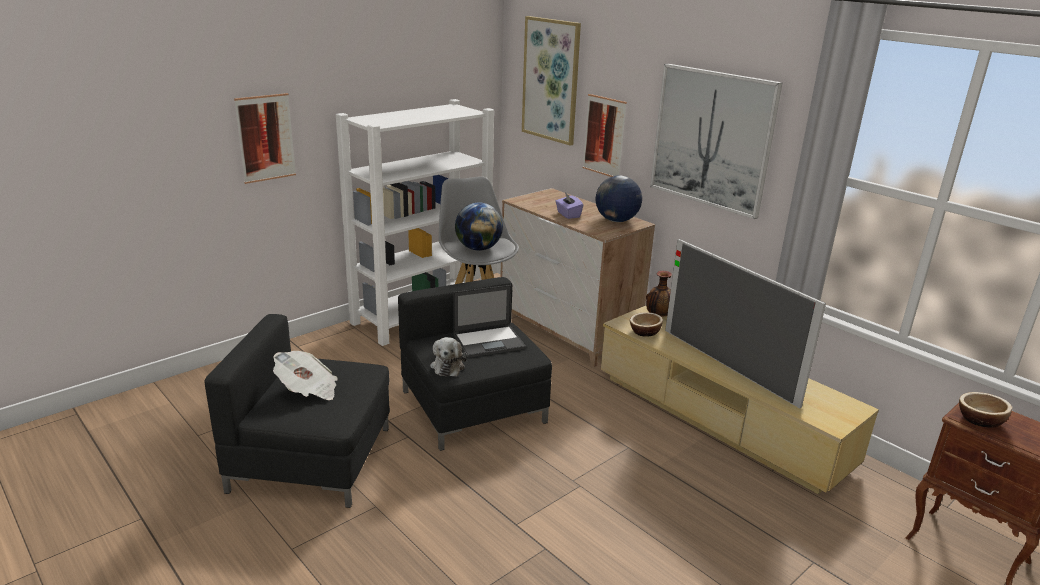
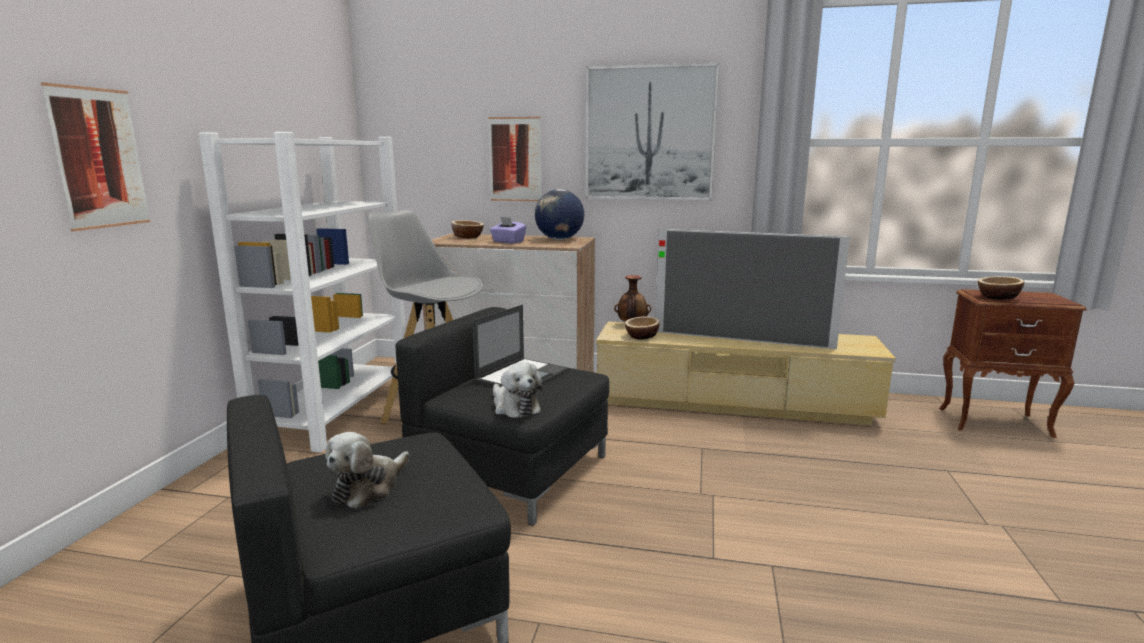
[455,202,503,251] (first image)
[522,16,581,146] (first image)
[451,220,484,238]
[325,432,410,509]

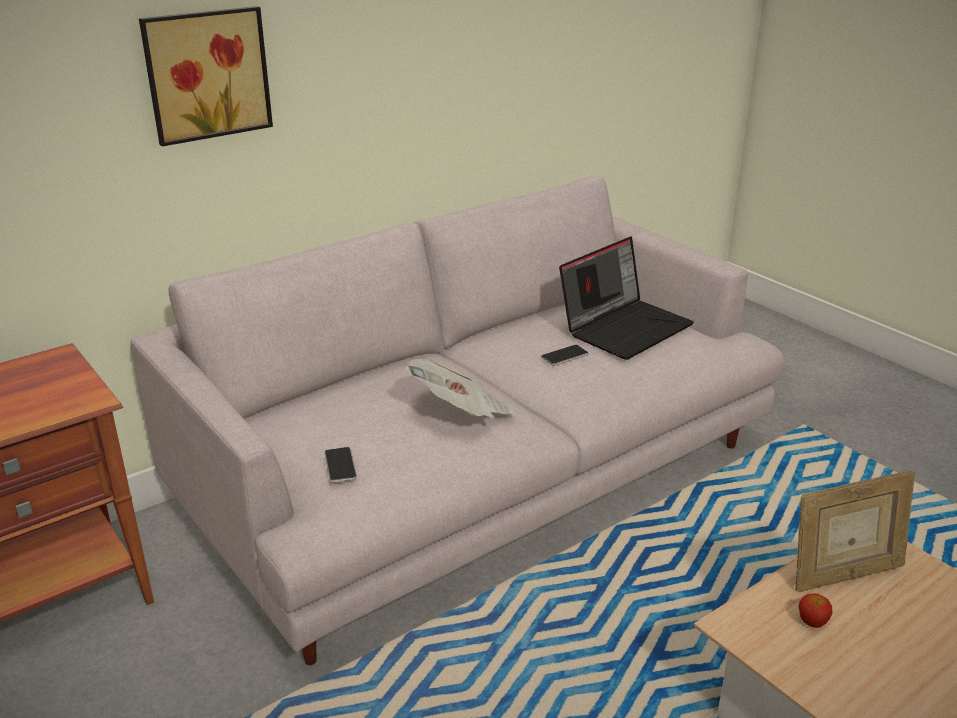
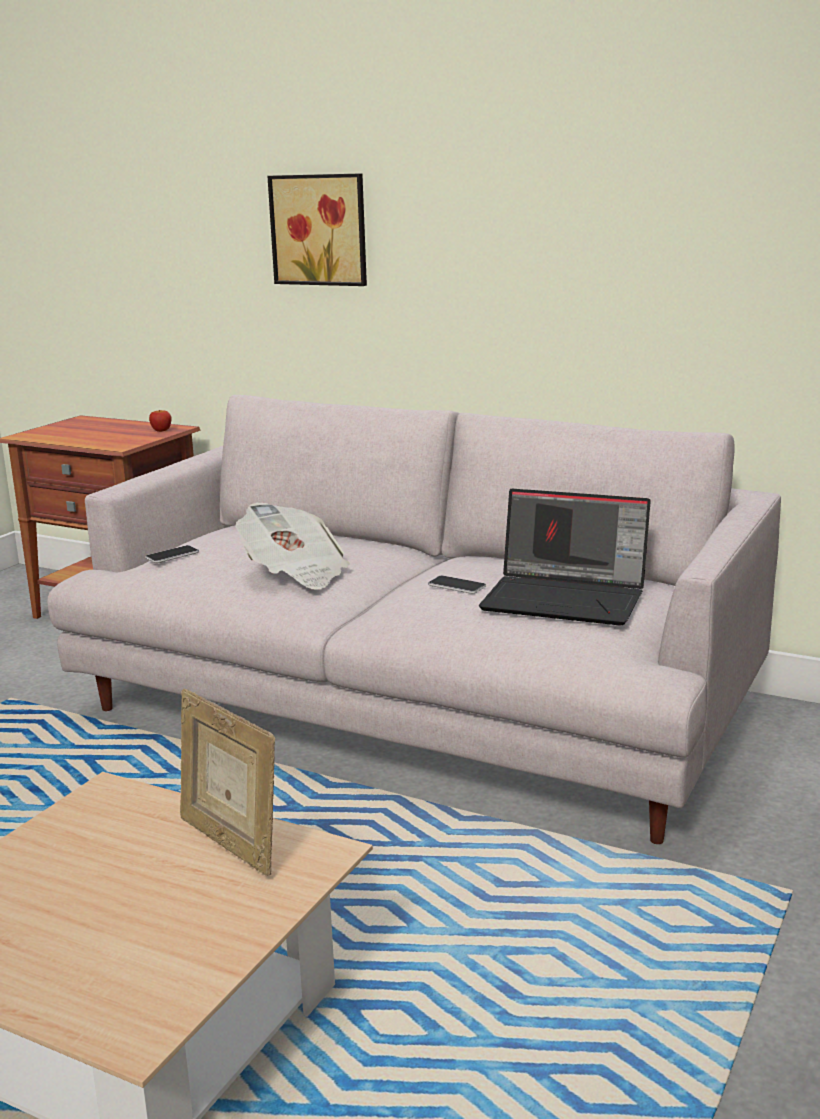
[149,410,172,432]

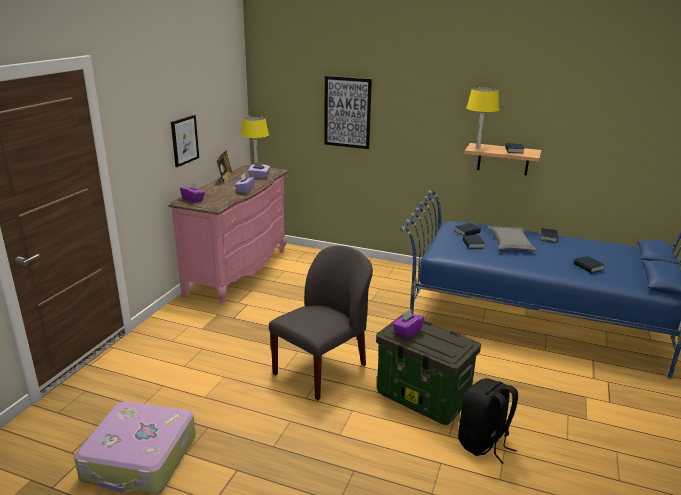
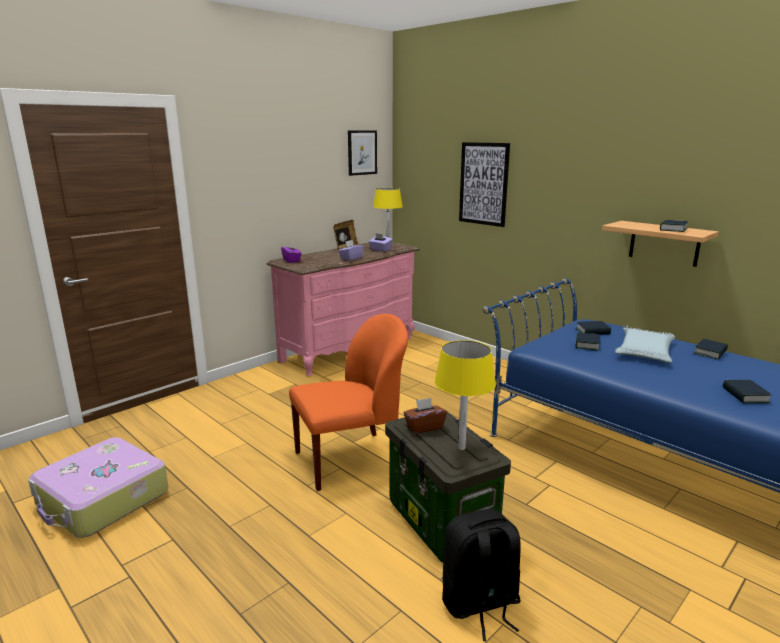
[348,130,377,176]
[434,340,496,450]
[289,314,408,491]
[404,398,447,434]
[615,325,675,363]

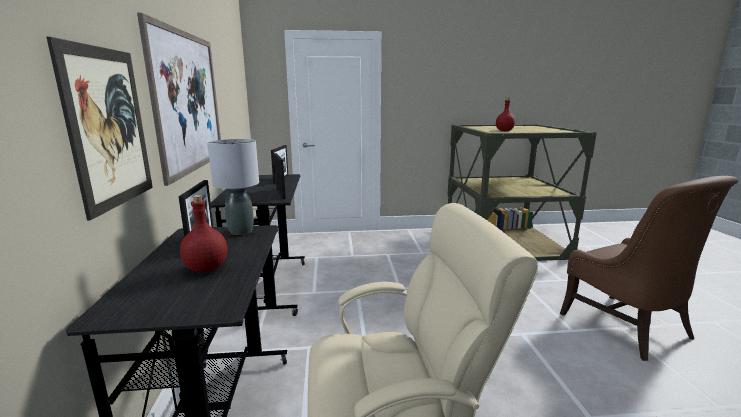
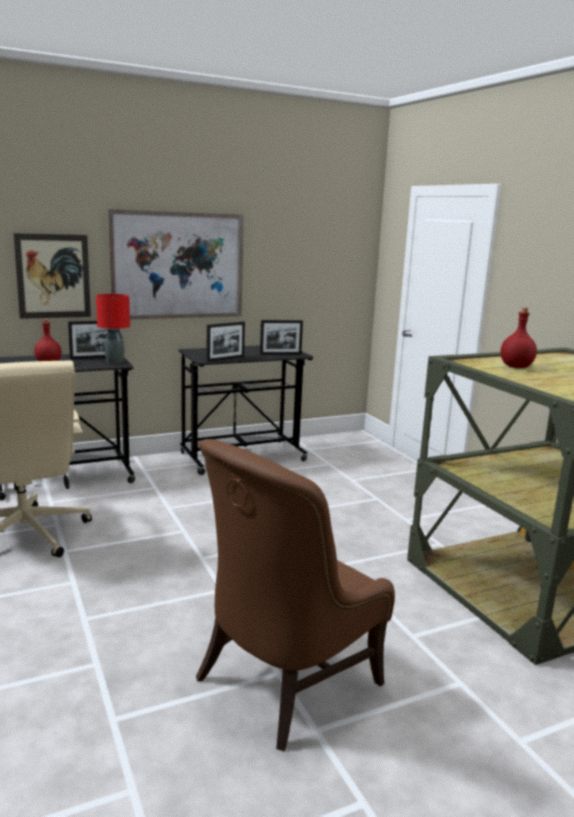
[96,294,130,363]

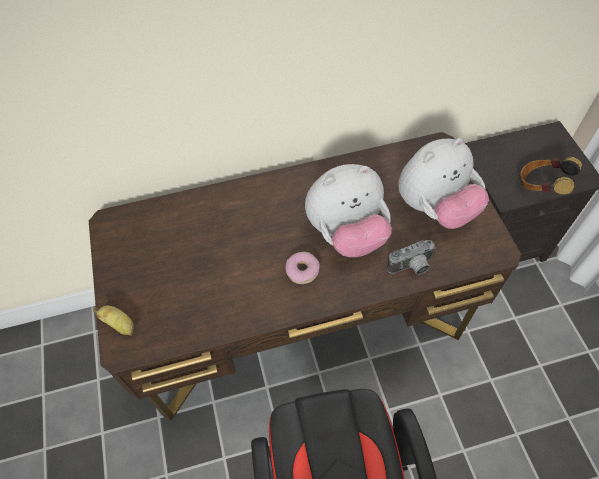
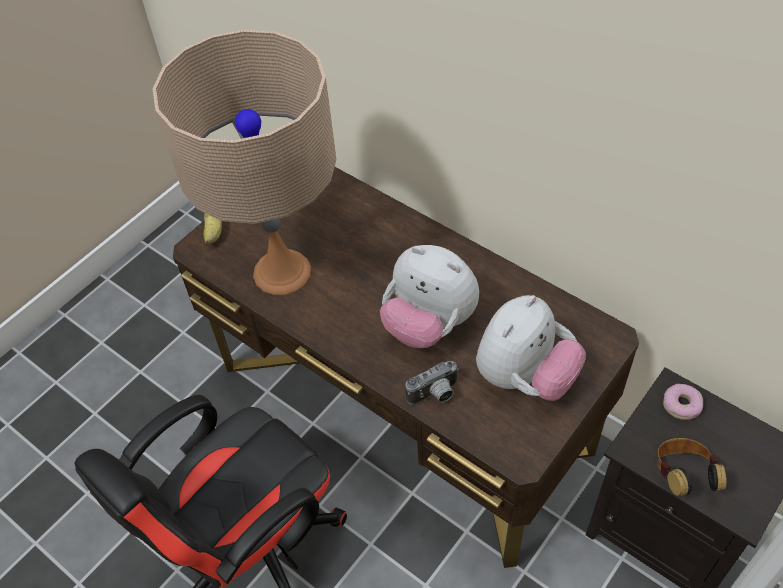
[153,30,336,295]
[663,384,703,420]
[405,361,459,405]
[476,295,586,401]

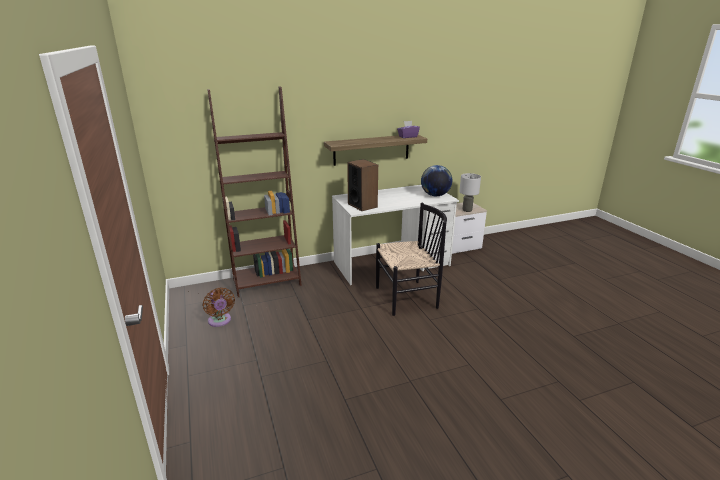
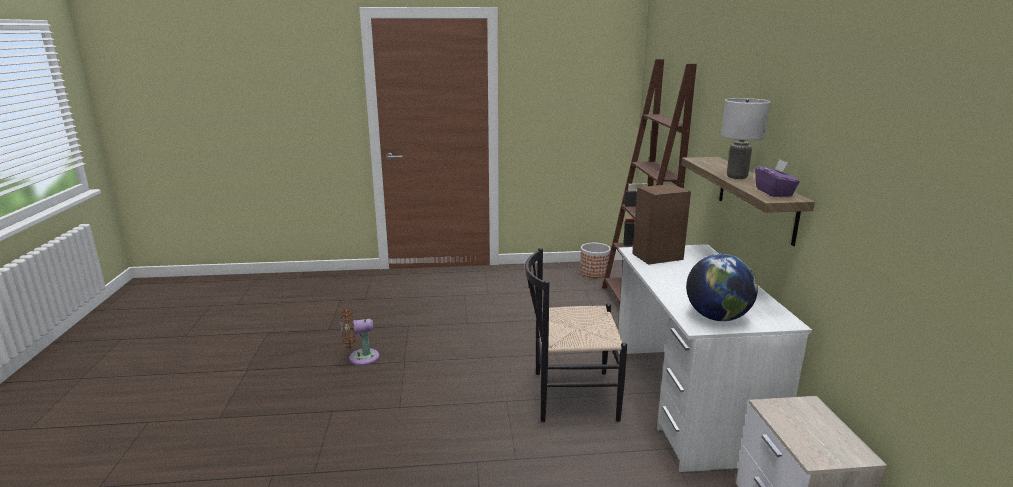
[580,243,611,278]
[340,308,380,366]
[721,98,770,179]
[525,248,627,422]

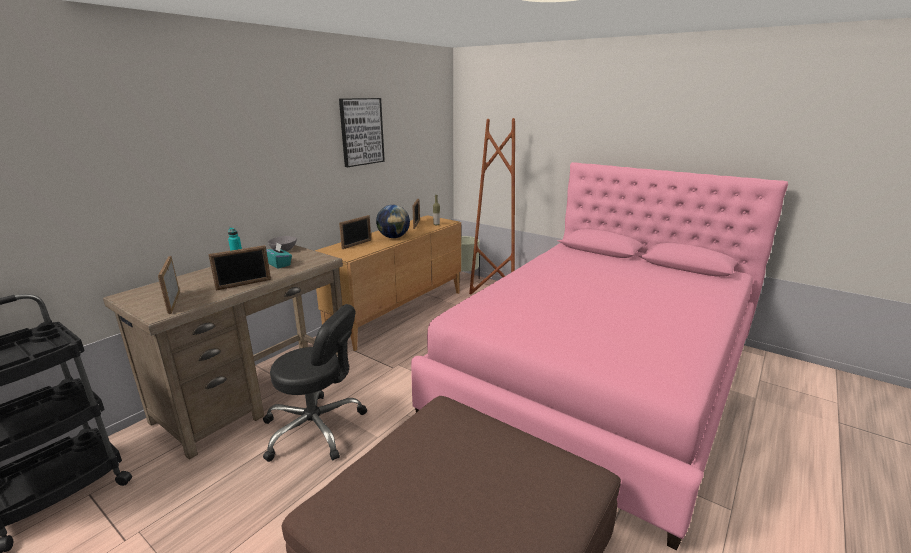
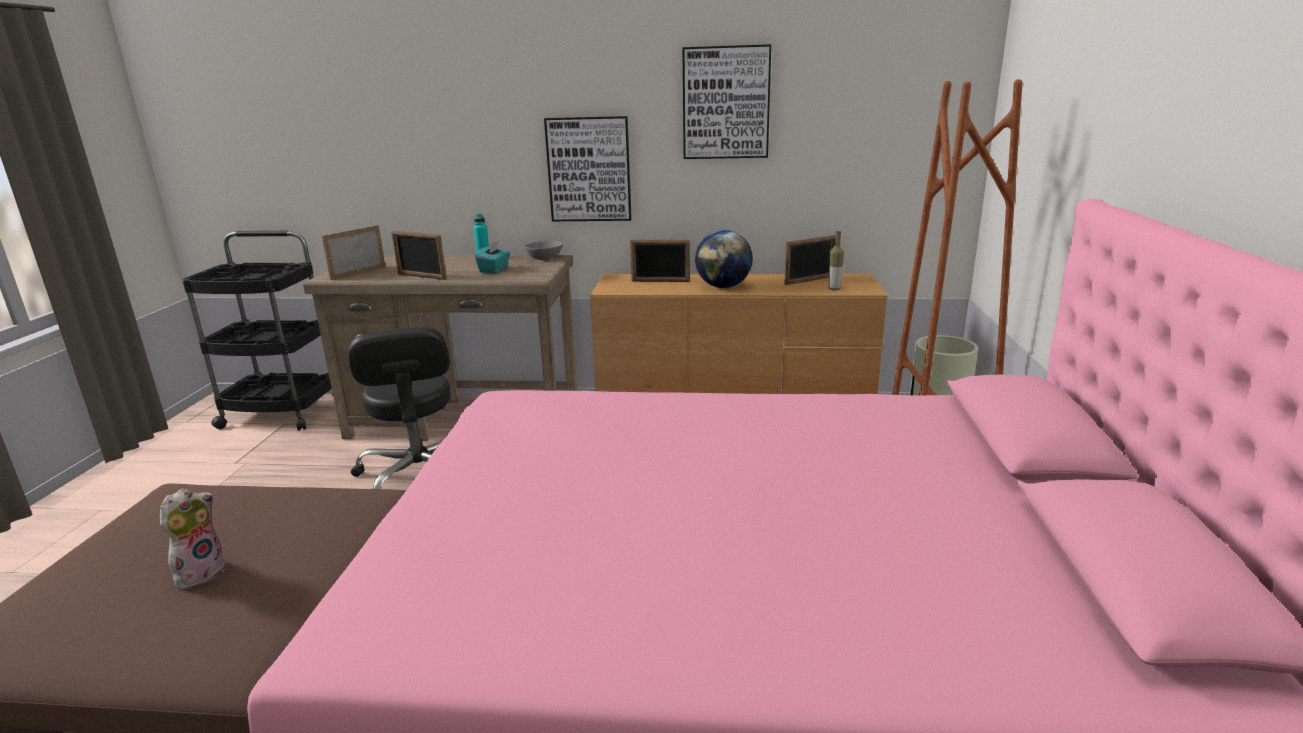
[160,488,225,590]
[544,116,632,221]

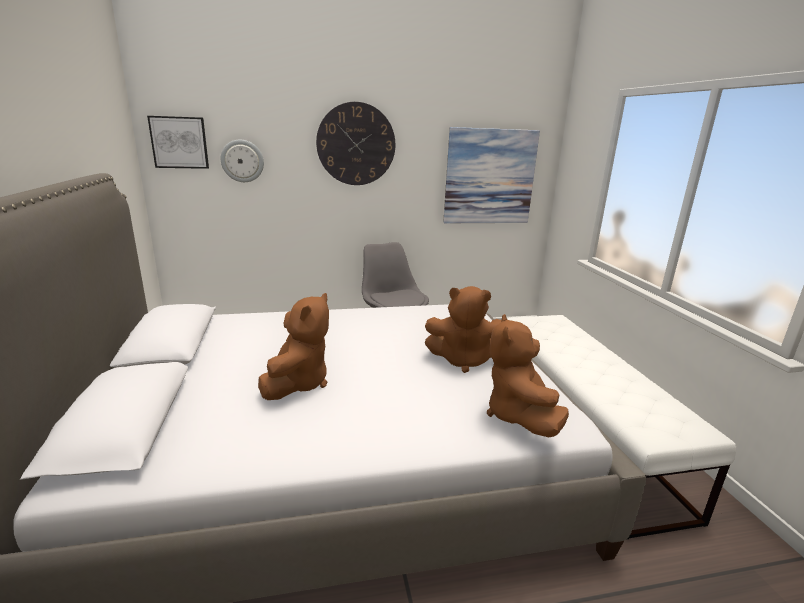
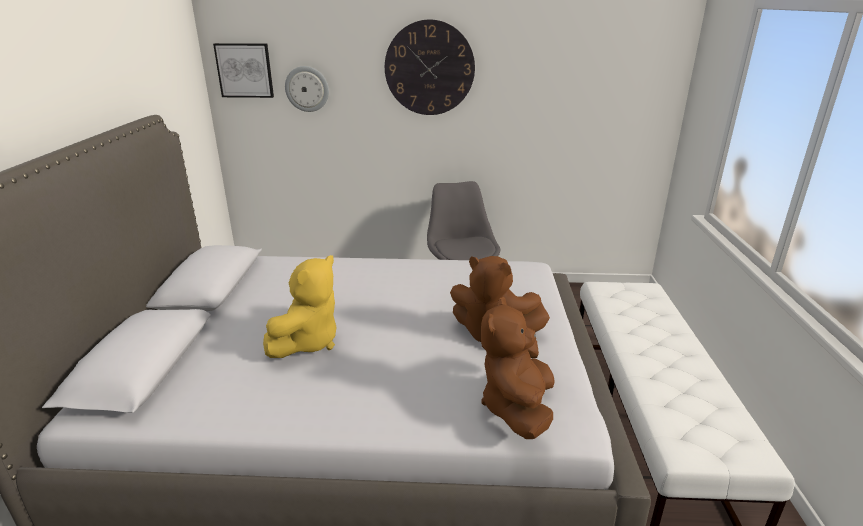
[443,127,540,223] (first image)
[263,255,337,358]

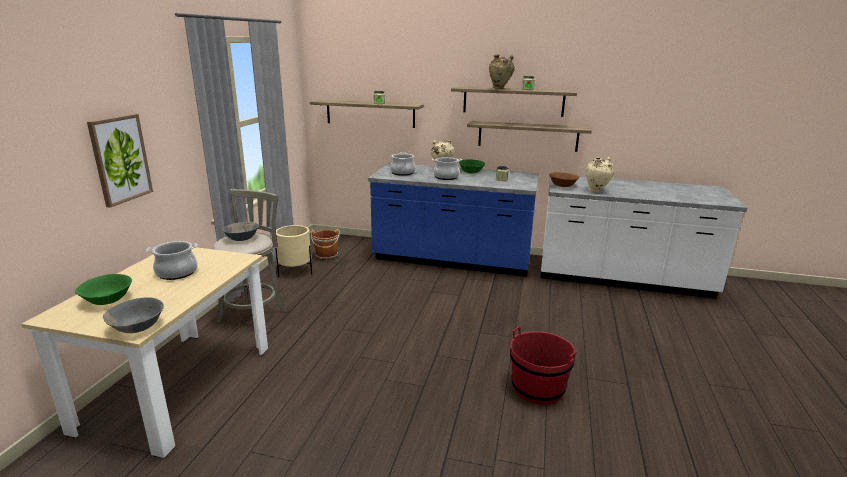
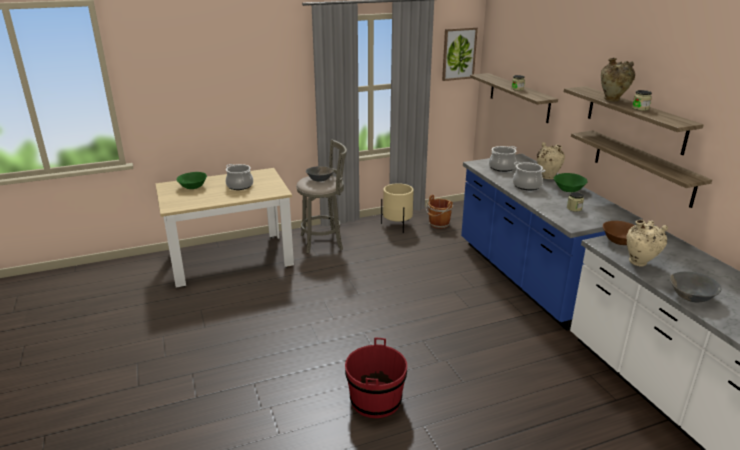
[442,27,478,81]
[670,271,721,303]

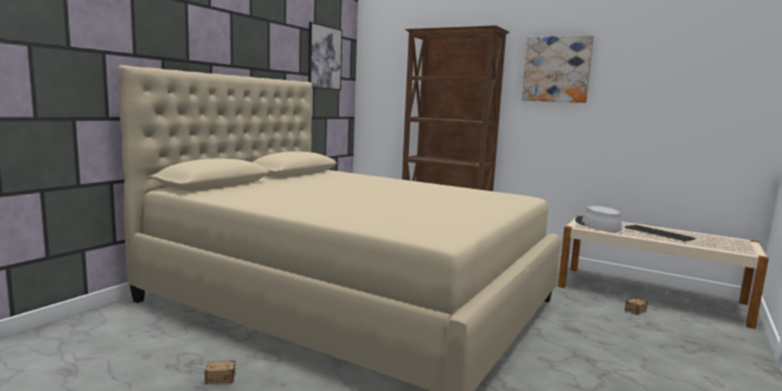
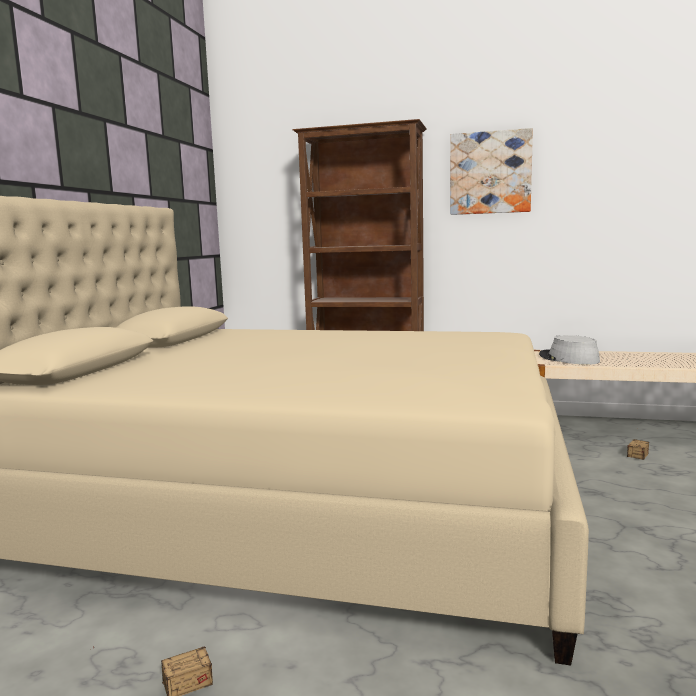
[308,22,342,90] (first image)
[625,225,695,242] (first image)

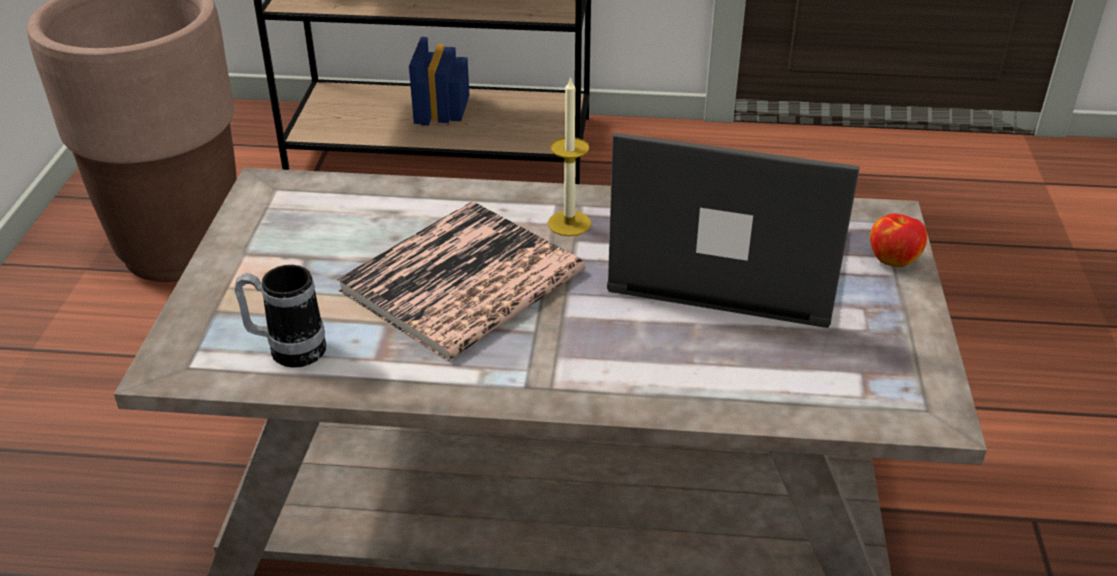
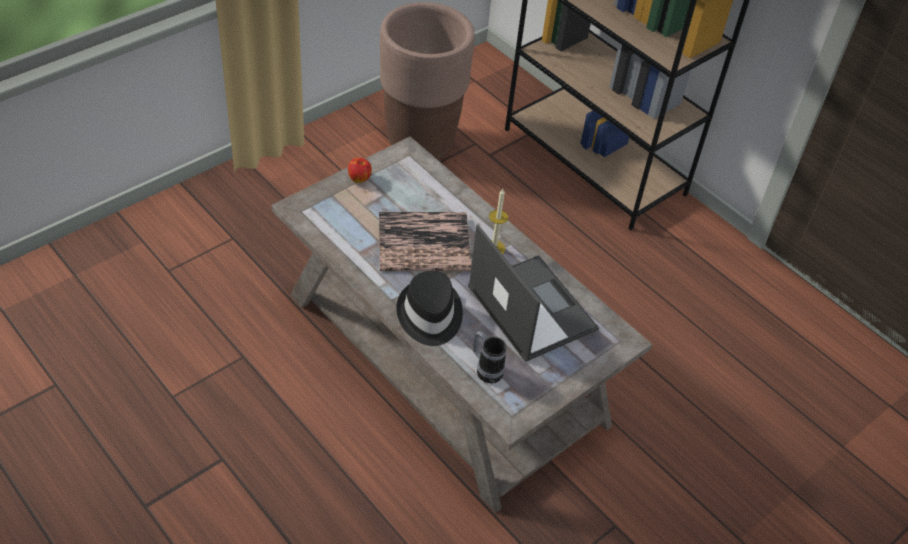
[397,271,463,346]
[473,331,506,383]
[348,158,372,183]

